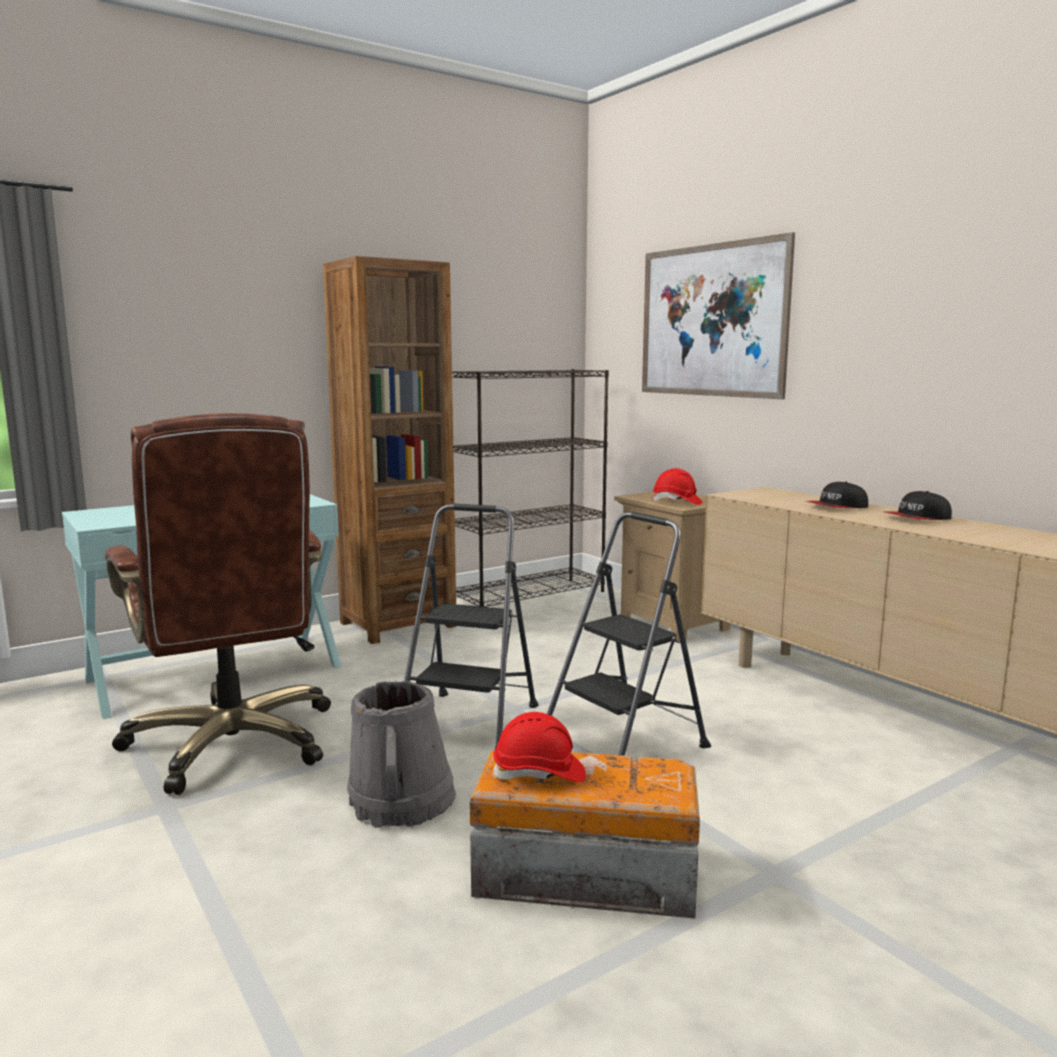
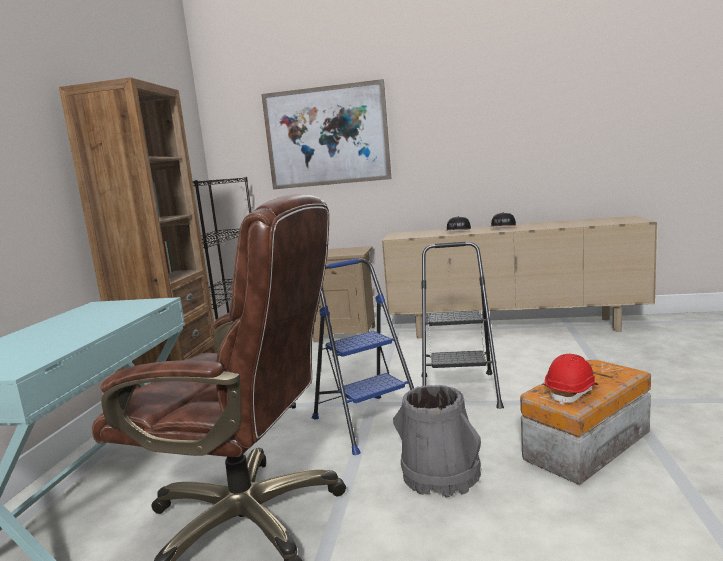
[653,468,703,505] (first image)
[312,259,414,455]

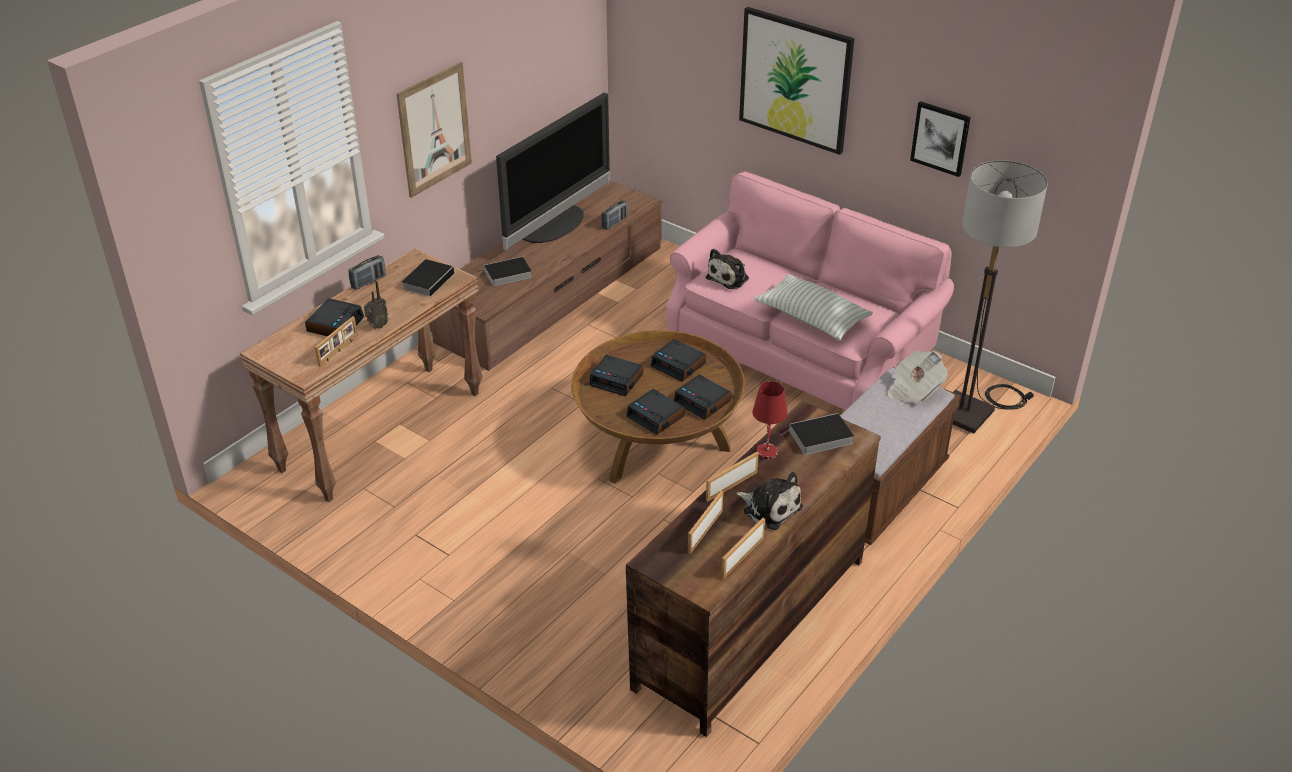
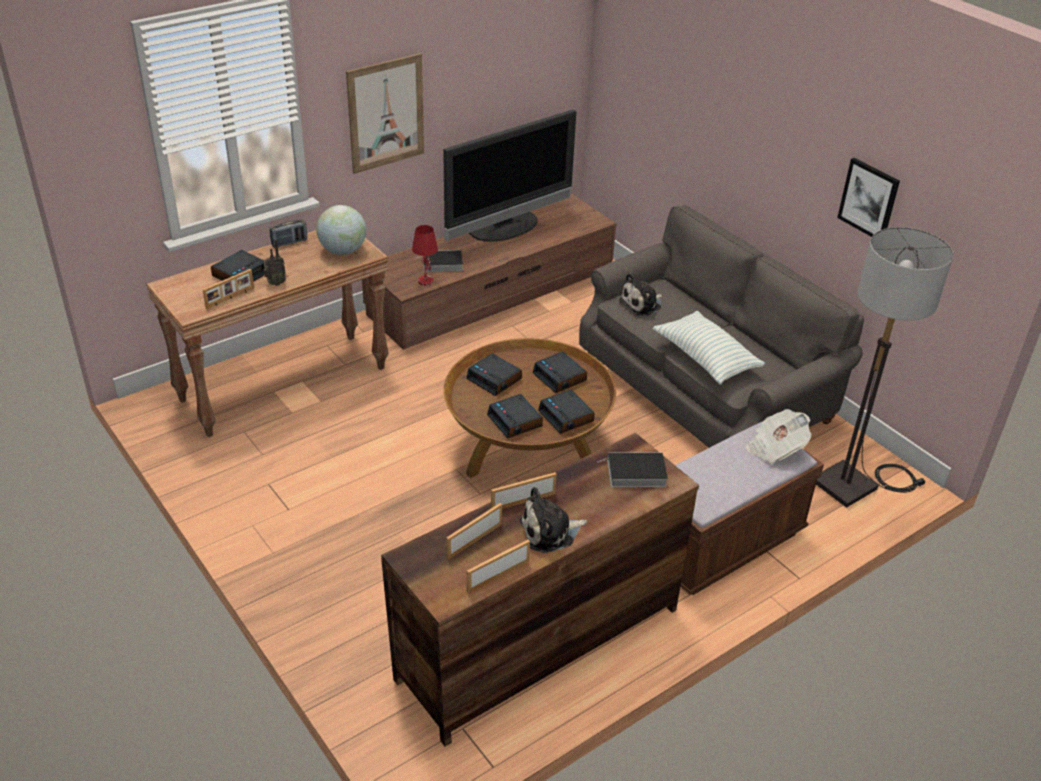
[601,200,628,230] (first image)
[739,7,855,155] (first image)
[412,225,438,286]
[317,205,366,255]
[579,205,864,448]
[520,487,587,553]

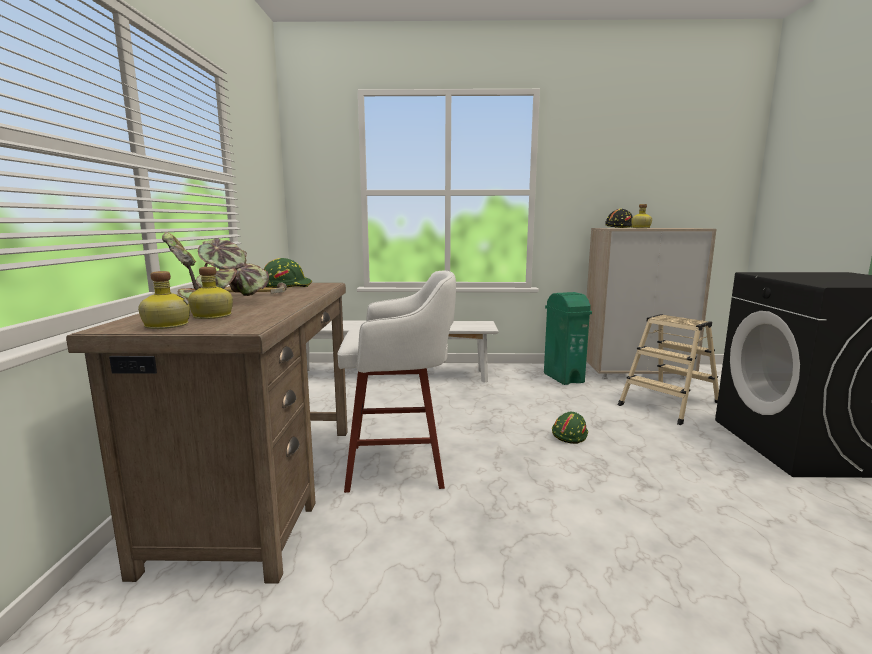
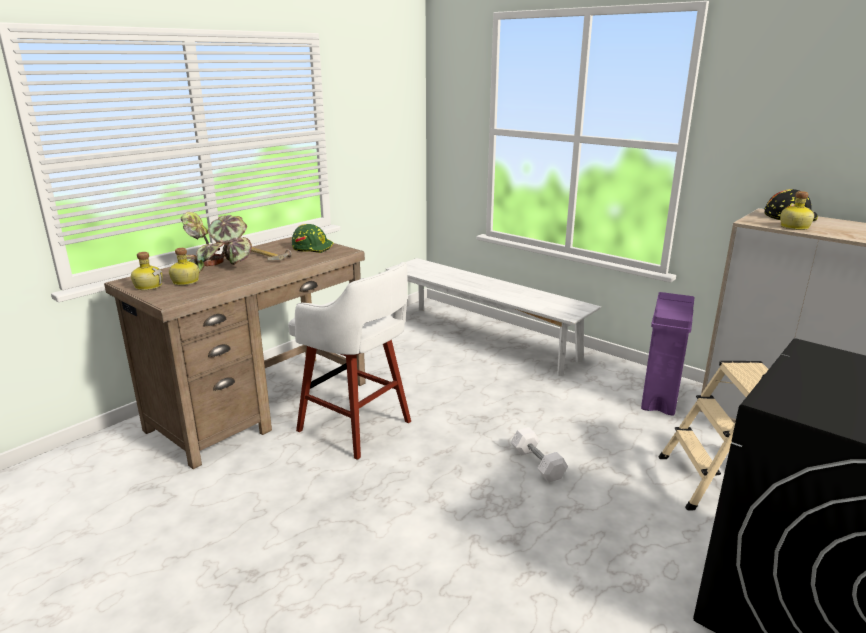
[511,427,568,483]
[641,292,694,416]

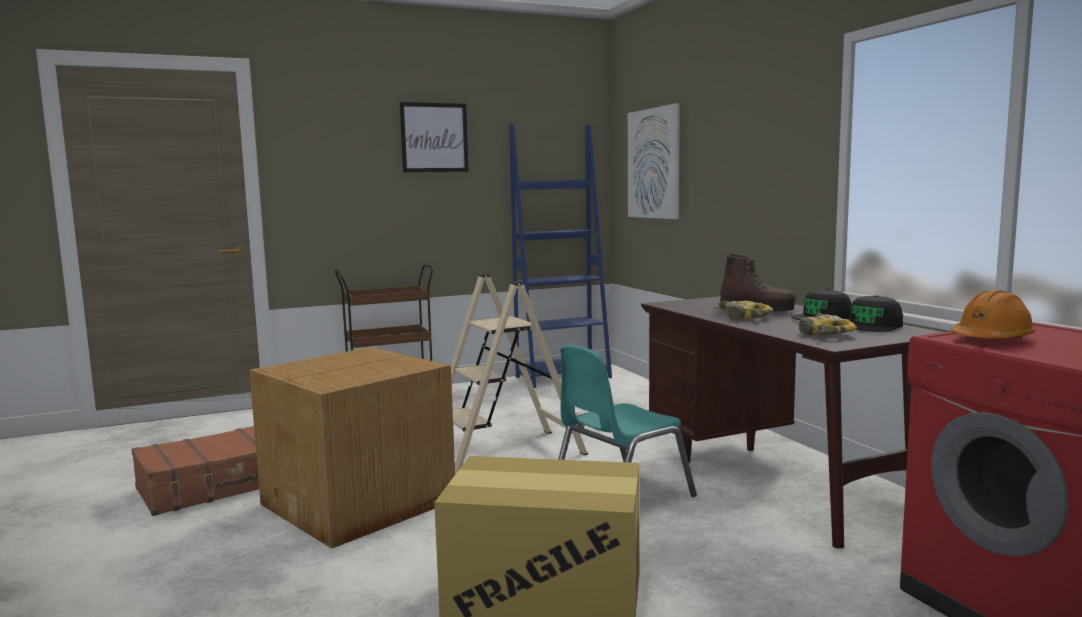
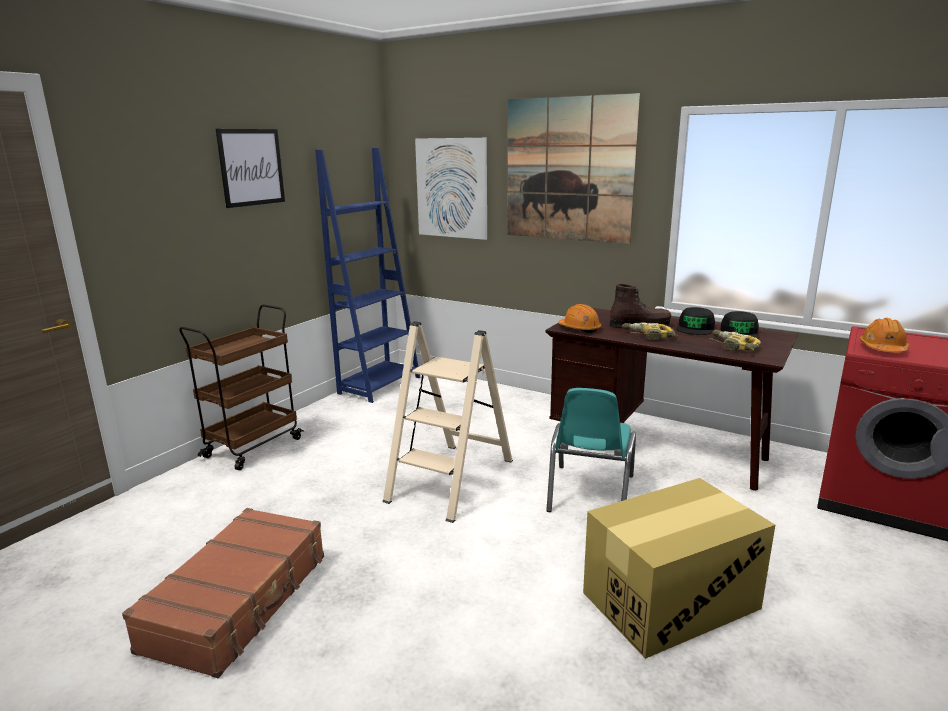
[249,347,455,549] (first image)
[507,93,641,244]
[558,304,601,333]

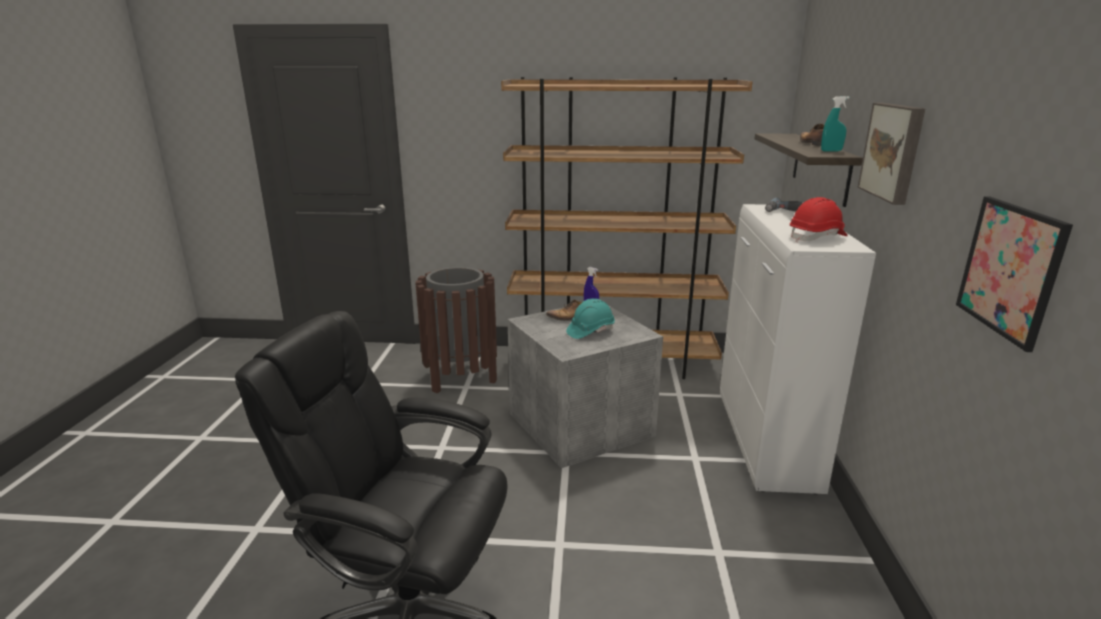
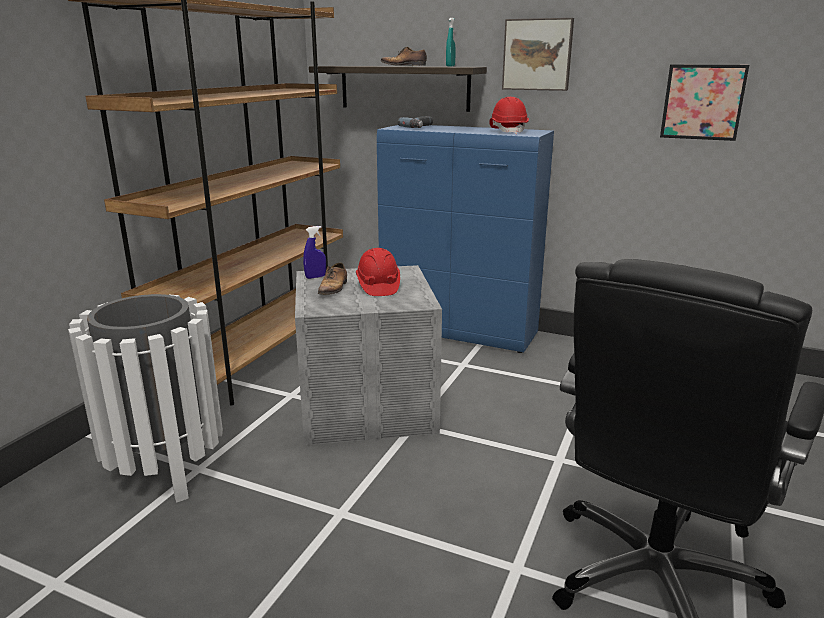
[68,294,223,503]
[356,248,400,296]
[377,125,554,353]

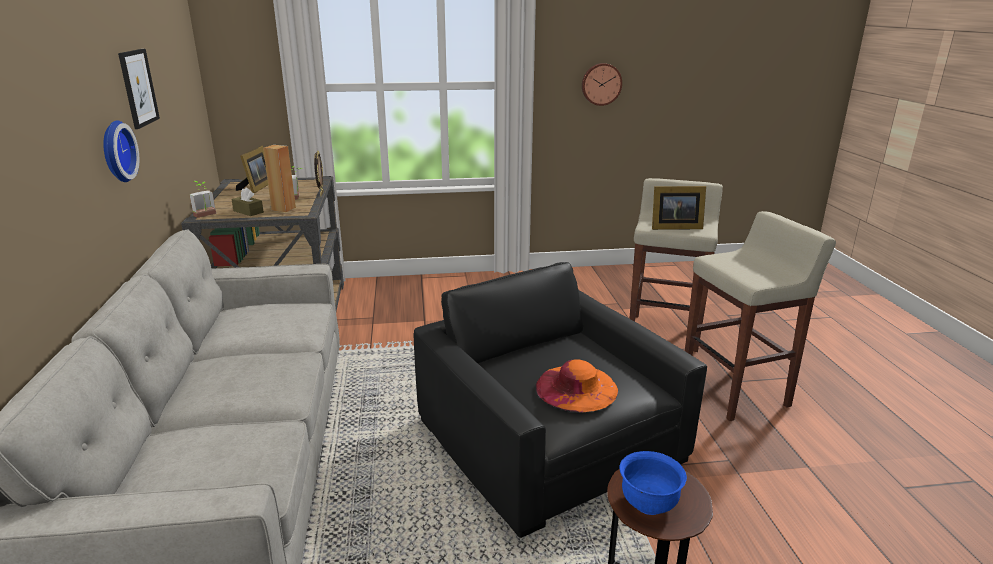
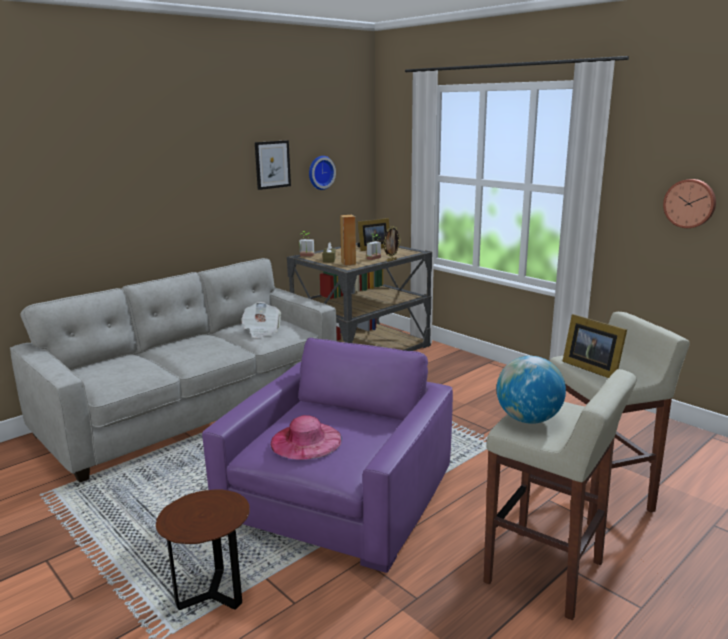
[620,451,687,515] (first image)
[241,302,281,338]
[496,356,566,424]
[309,156,336,190]
[202,338,453,573]
[270,415,342,460]

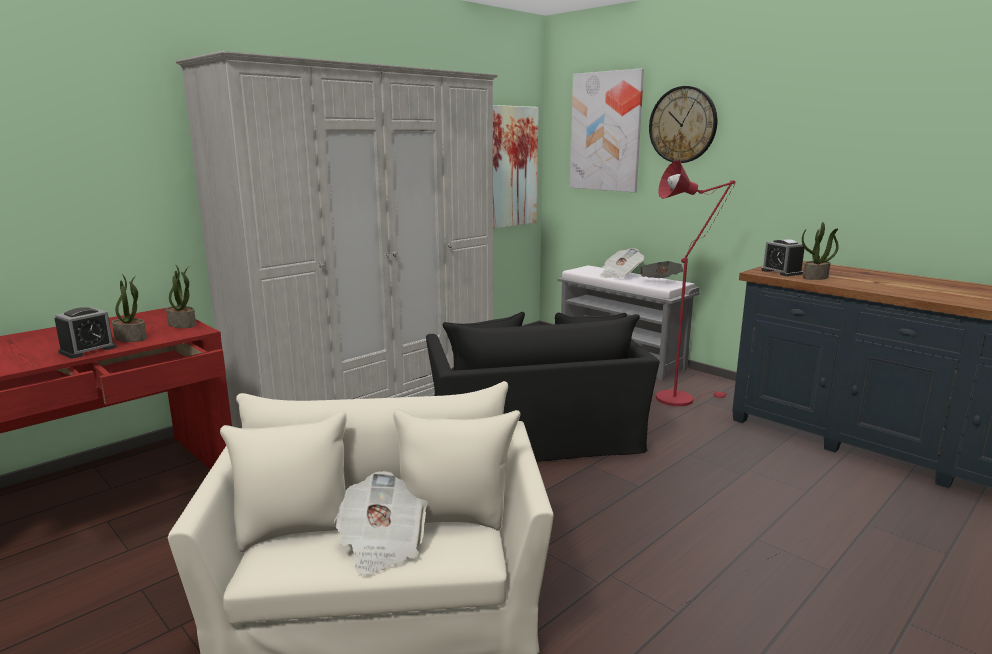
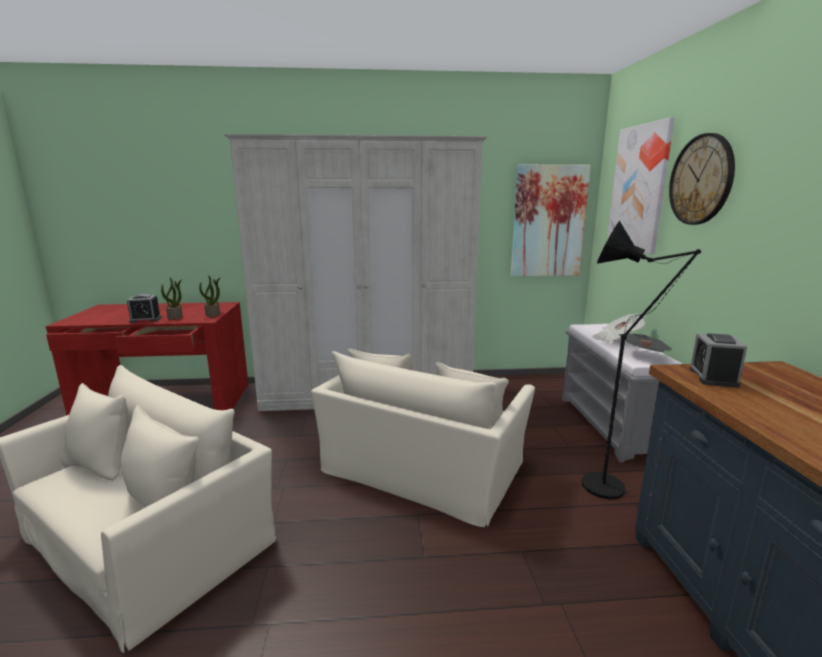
[334,471,428,576] (first image)
[802,222,839,280] (first image)
[311,348,535,527]
[582,221,701,499]

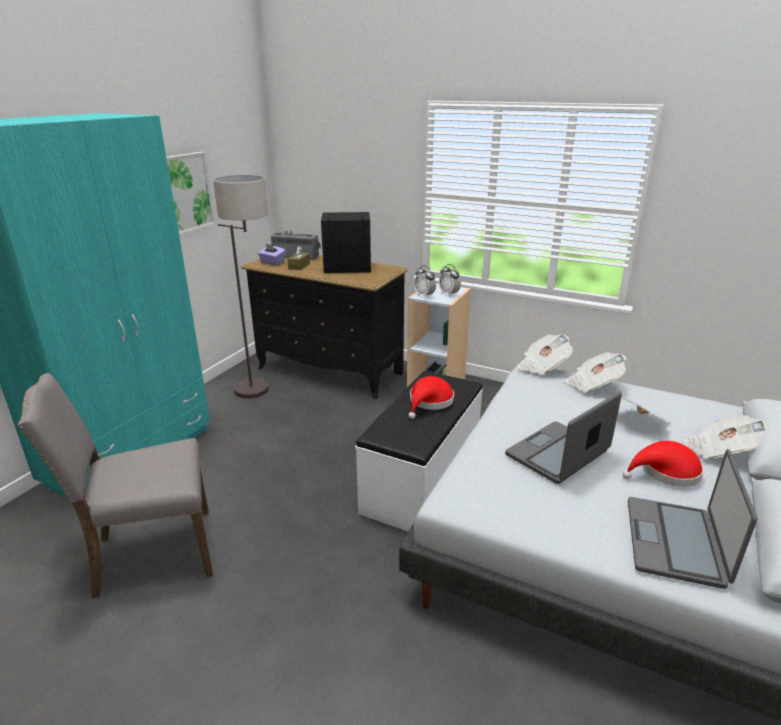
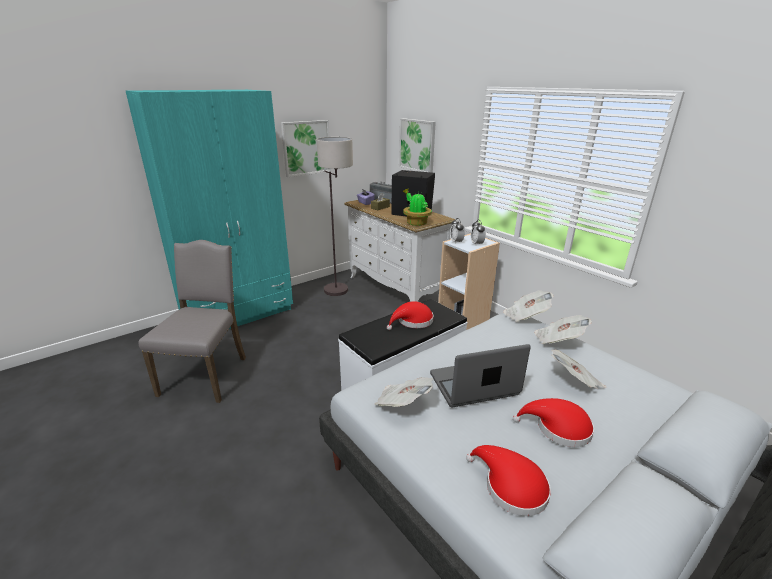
[399,118,436,173]
[403,189,432,226]
[374,377,433,407]
[466,445,551,516]
[344,200,455,302]
[139,240,246,403]

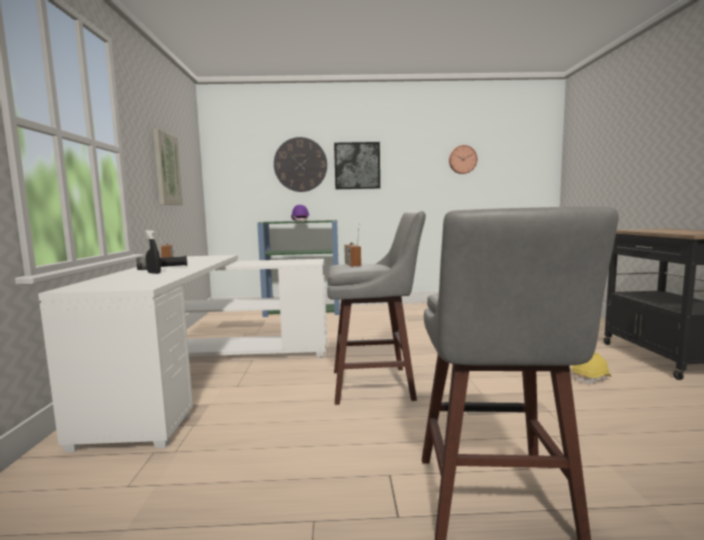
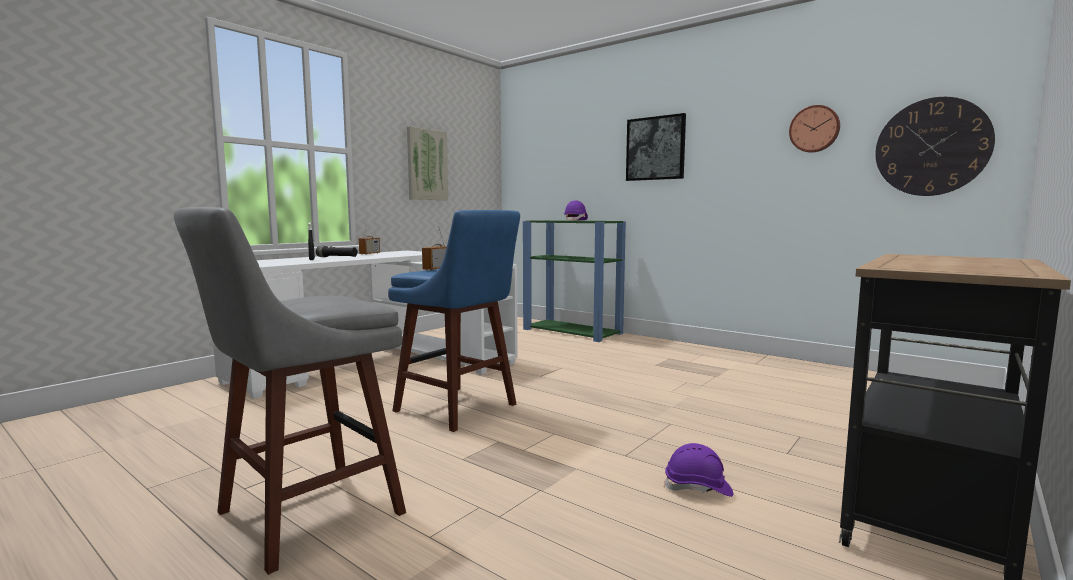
[875,97,995,196]
[388,210,520,432]
[664,443,733,497]

